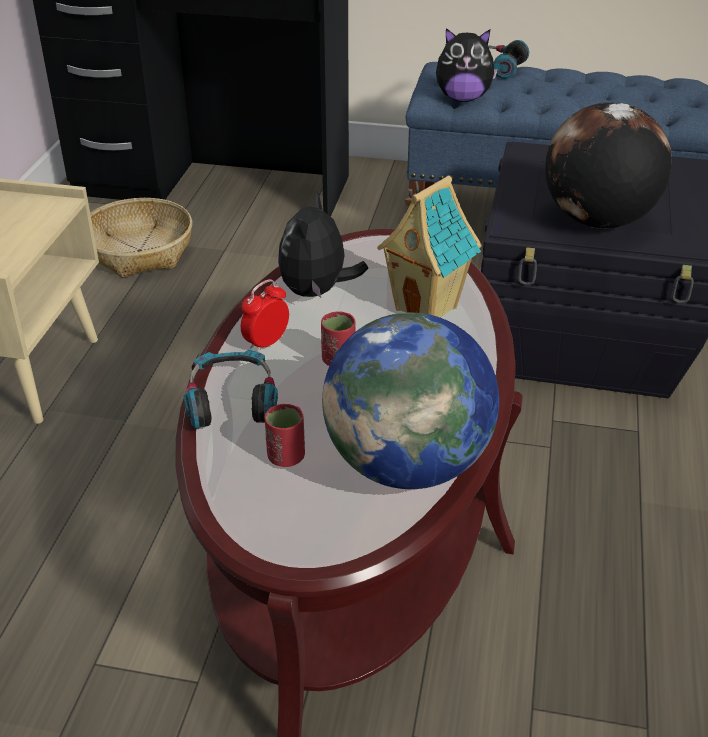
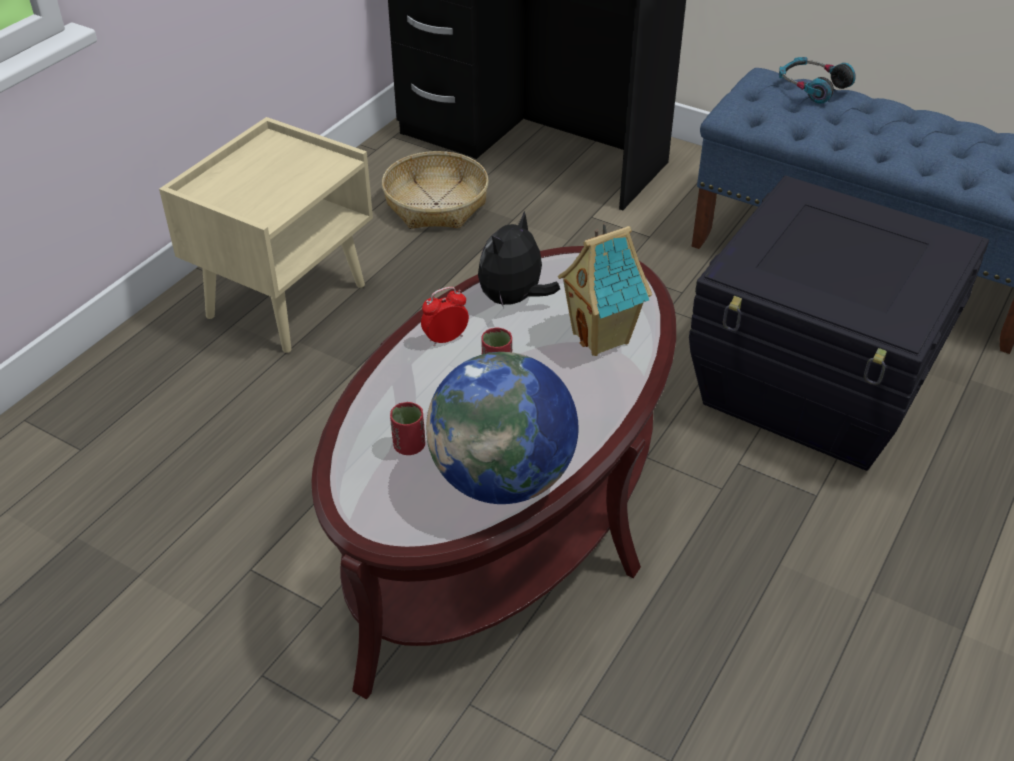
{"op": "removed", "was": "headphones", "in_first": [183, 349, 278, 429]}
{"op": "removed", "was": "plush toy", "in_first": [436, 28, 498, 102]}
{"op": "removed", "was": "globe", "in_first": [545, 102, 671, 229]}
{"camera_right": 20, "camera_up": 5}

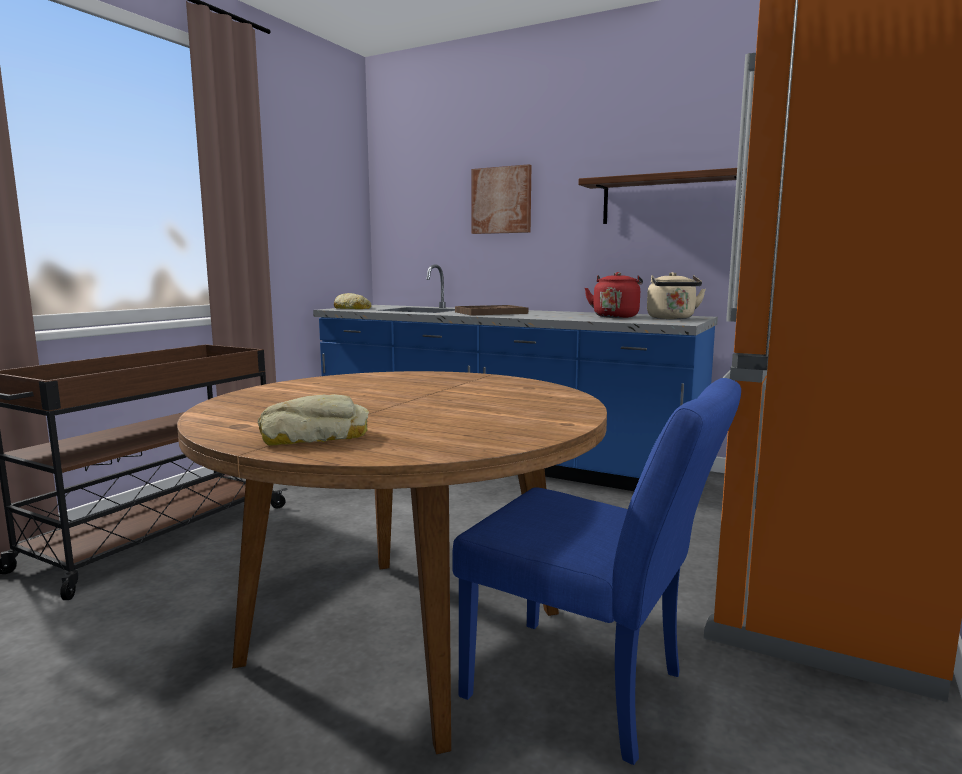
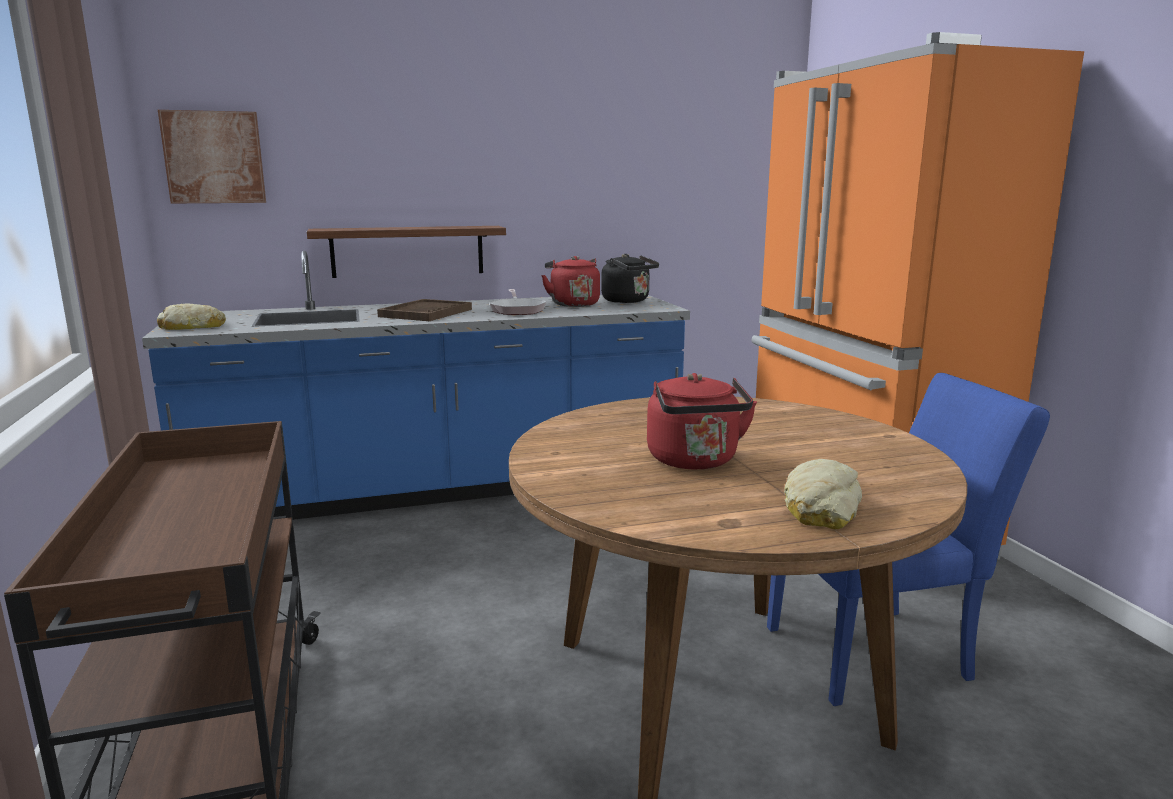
{"op": "moved", "was": "picture", "in_first": [471, 164, 531, 234], "in_second": [158, 110, 266, 203]}
{"op": "moved", "was": "shelf", "in_first": [578, 168, 743, 224], "in_second": [307, 226, 506, 278]}
{"op": "recoloured", "was": "beige kettle", "now": "black kettle", "in_first": [647, 272, 706, 319], "in_second": [601, 254, 659, 303]}
{"op": "added", "now": "frying pan", "in_second": [489, 289, 547, 315]}
{"op": "added", "now": "red kettle", "in_second": [647, 373, 757, 469]}
{"camera_right": -45, "camera_up": 5}

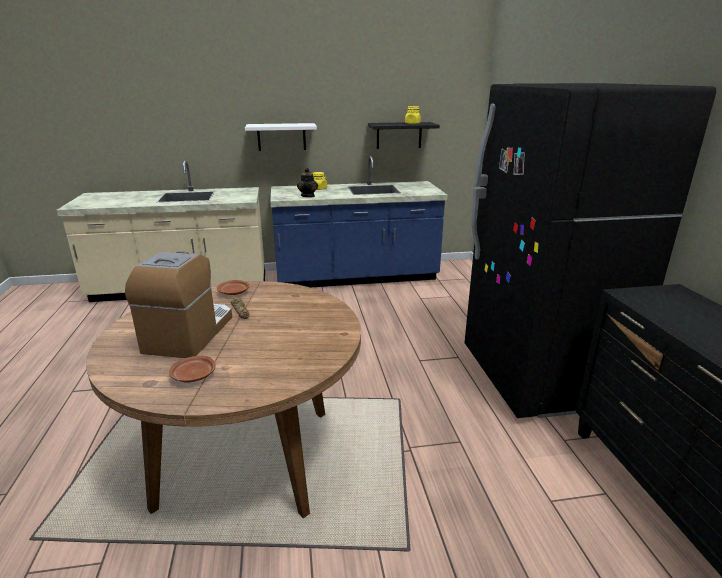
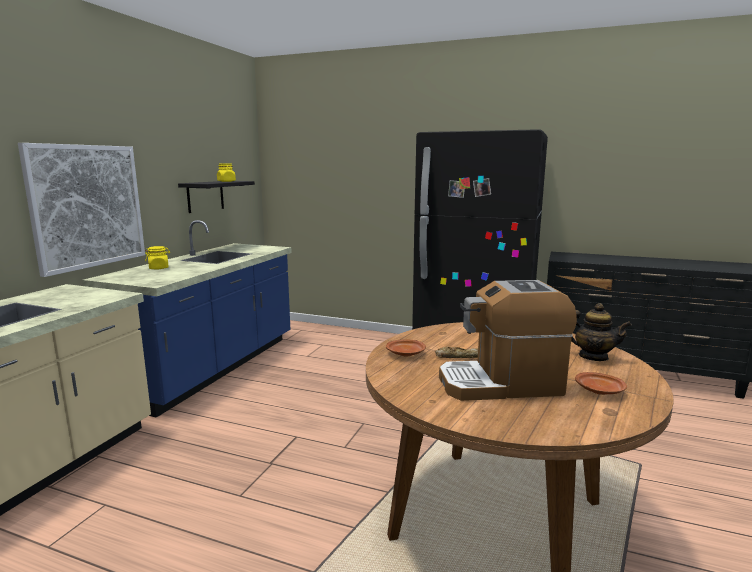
{"op": "turned", "was": "coffee machine", "in_first": [125, 251, 232, 358], "in_second": [439, 280, 577, 401], "clockwise": -45}
{"op": "replaced", "was": "white shelf", "now": "picture", "in_first": [245, 123, 317, 151], "in_second": [18, 143, 145, 277]}
{"op": "moved", "was": "teapot", "in_first": [297, 168, 318, 198], "in_second": [571, 303, 632, 361]}
{"camera_right": -60, "camera_up": -10}

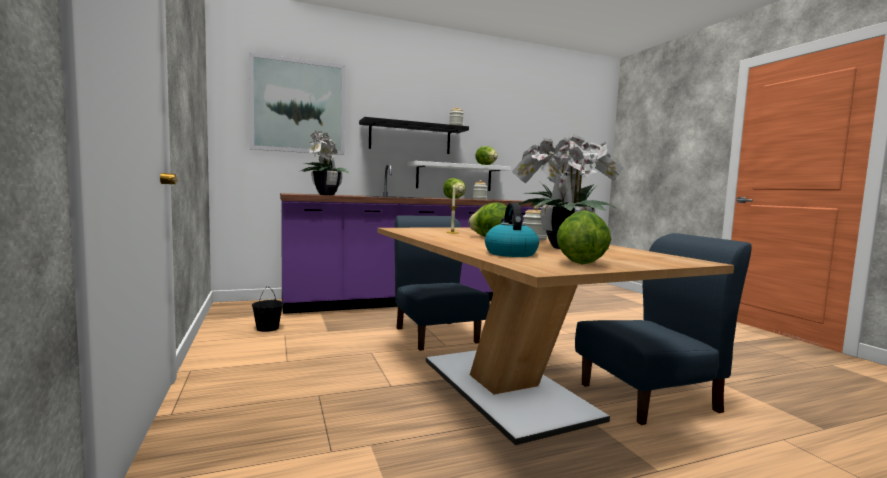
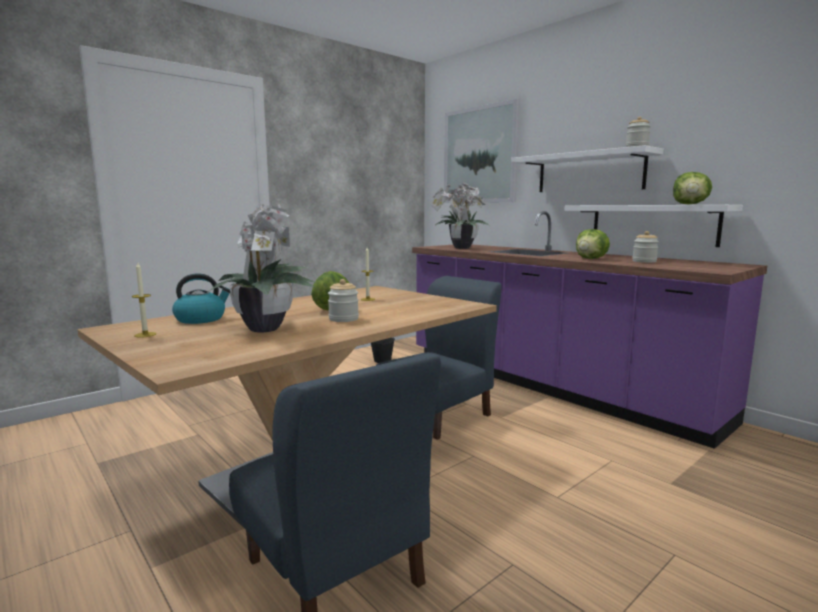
{"op": "recoloured", "was": "black shelf", "now": "white shelf", "in_first": [359, 117, 469, 154], "in_second": [511, 145, 664, 192]}
{"op": "replaced", "was": "lettuce", "now": "candle", "in_first": [556, 210, 611, 265], "in_second": [132, 263, 156, 338]}
{"camera_right": 70, "camera_up": 5}

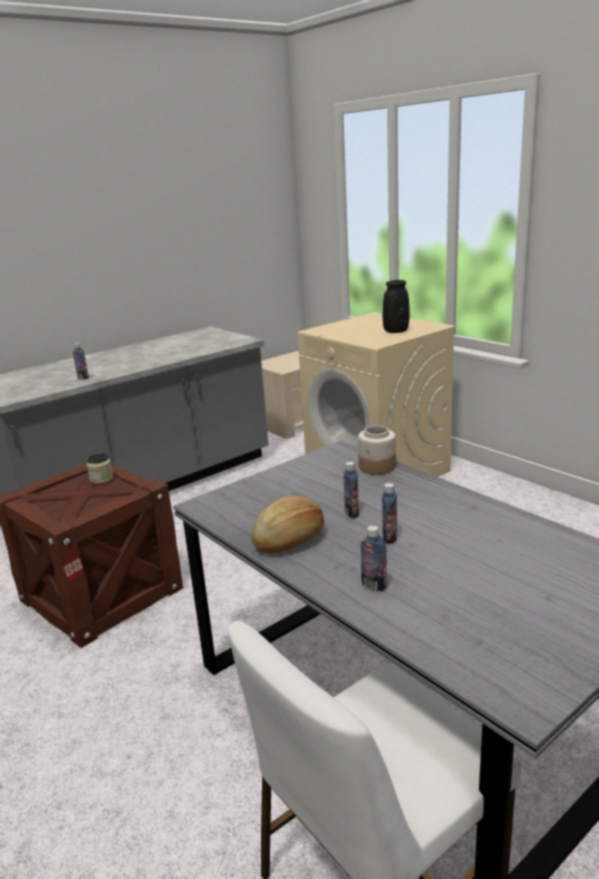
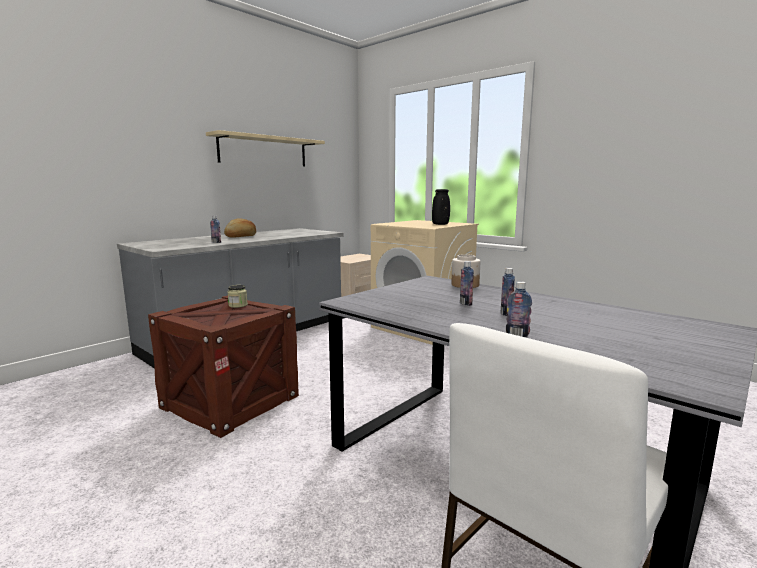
{"op": "moved", "was": "bread", "in_first": [252, 496, 324, 554], "in_second": [224, 218, 256, 238]}
{"op": "added", "now": "beige shelf", "in_second": [206, 130, 325, 166]}
{"camera_right": -10, "camera_up": -10}

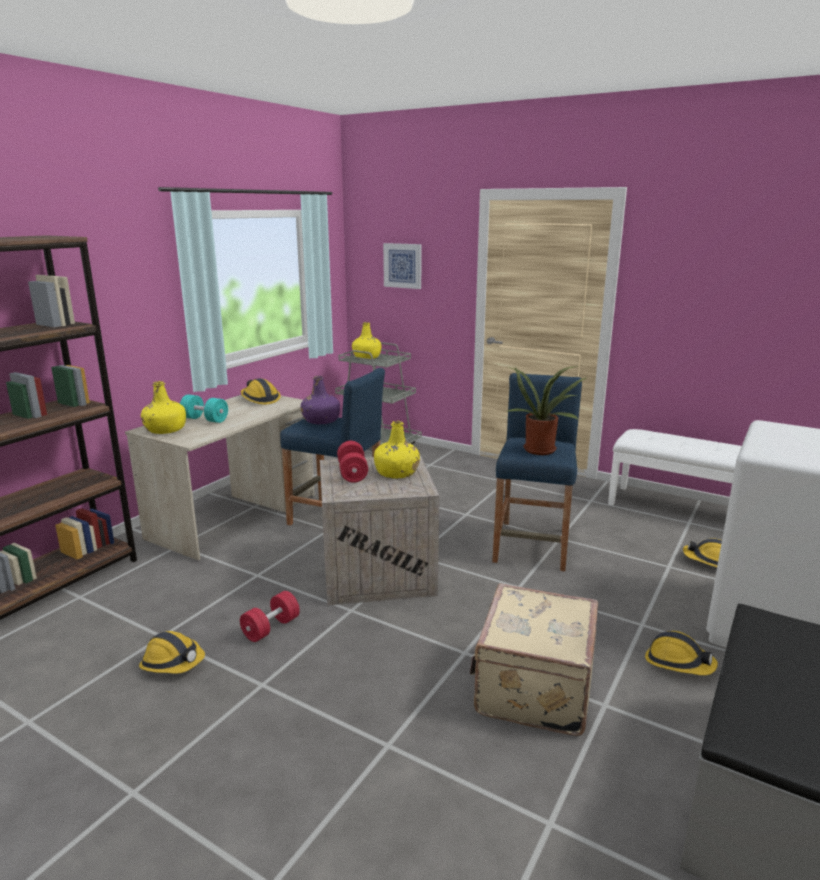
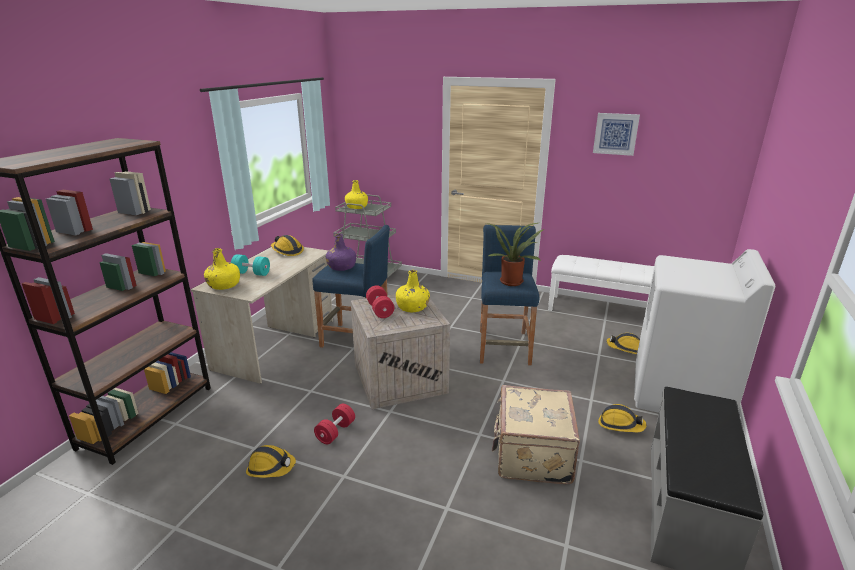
{"op": "moved", "was": "picture", "in_first": [383, 243, 422, 289], "in_second": [593, 113, 640, 156]}
{"camera_right": -10, "camera_up": 5}

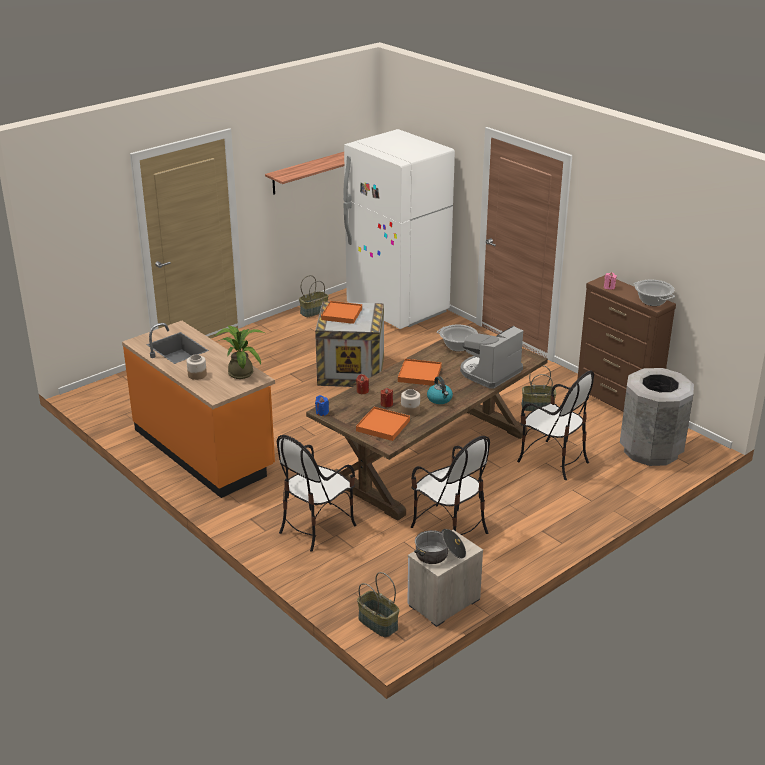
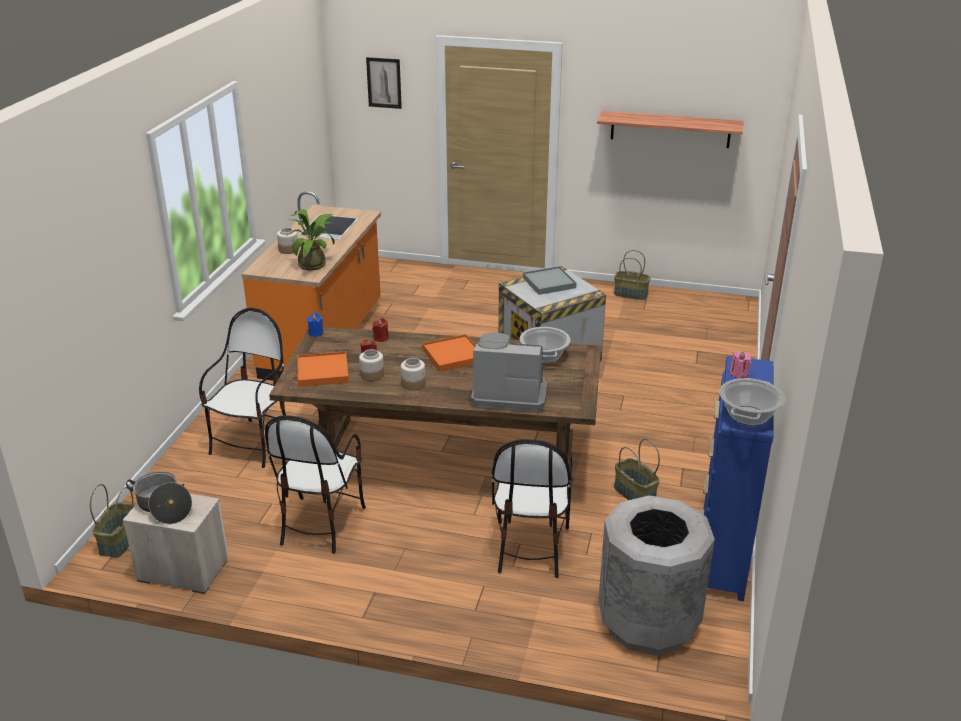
{"op": "turned", "was": "chair", "in_first": [277, 435, 356, 551], "in_second": [199, 308, 286, 468], "clockwise": 105}
{"op": "recoloured", "was": "orange tray", "now": "grey tray", "in_first": [321, 301, 362, 324], "in_second": [523, 266, 577, 295]}
{"op": "removed", "was": "white fridge", "in_first": [343, 129, 455, 329]}
{"op": "replaced", "was": "kettle", "now": "jar", "in_first": [427, 376, 453, 404], "in_second": [401, 358, 426, 390]}
{"op": "recoloured", "was": "brown dresser", "now": "blue dresser", "in_first": [577, 275, 676, 412], "in_second": [700, 356, 773, 601]}
{"op": "added", "now": "picture", "in_second": [366, 57, 402, 109]}
{"camera_right": 55, "camera_up": 0}

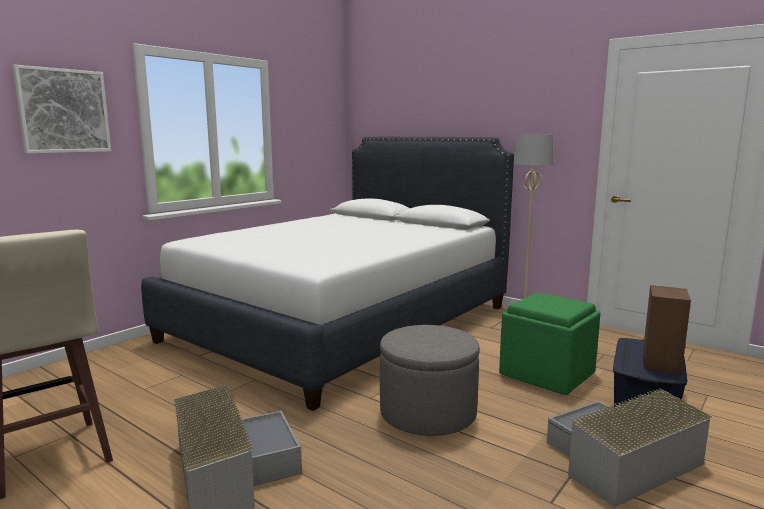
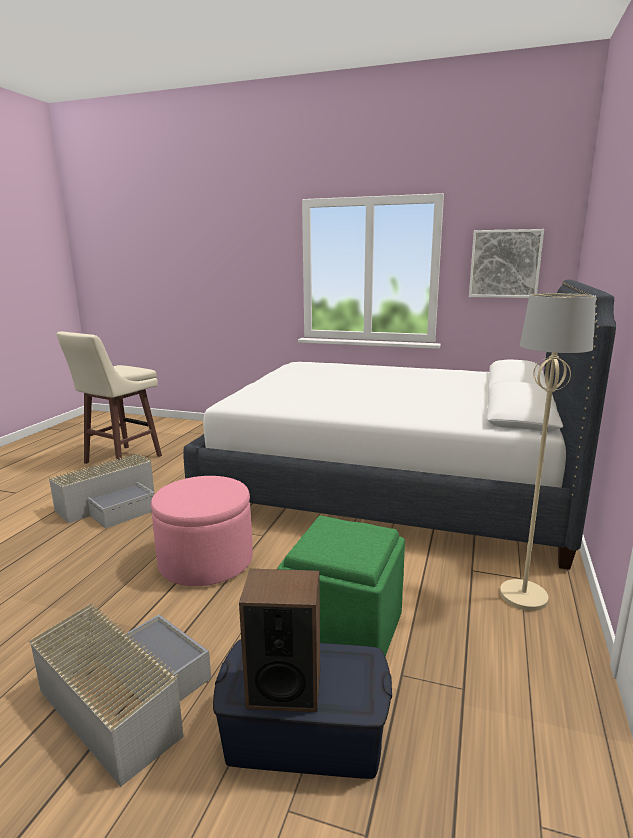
{"op": "moved", "was": "picture", "in_first": [12, 65, 111, 154], "in_second": [469, 229, 544, 298]}
{"op": "recoloured", "was": "grey ottoman", "now": "pink ottoman", "in_first": [380, 325, 480, 436], "in_second": [151, 476, 253, 586]}
{"camera_right": 70, "camera_up": 5}

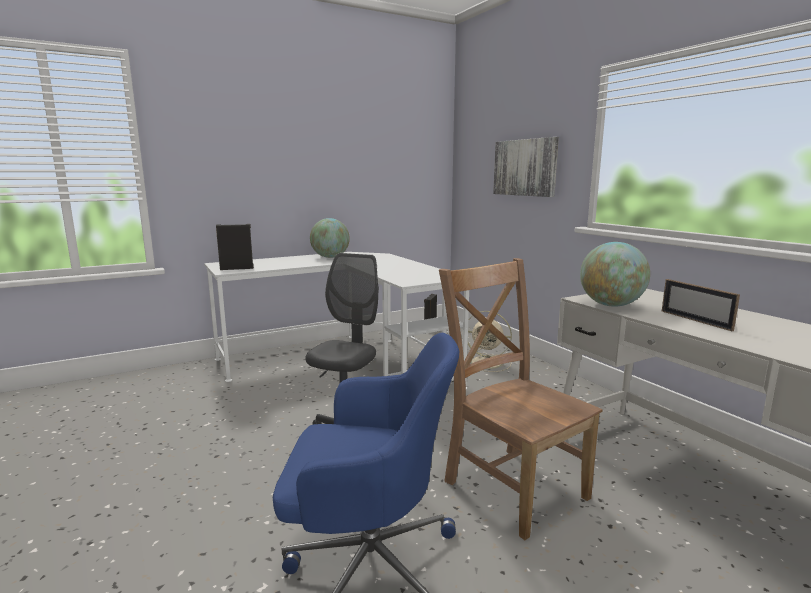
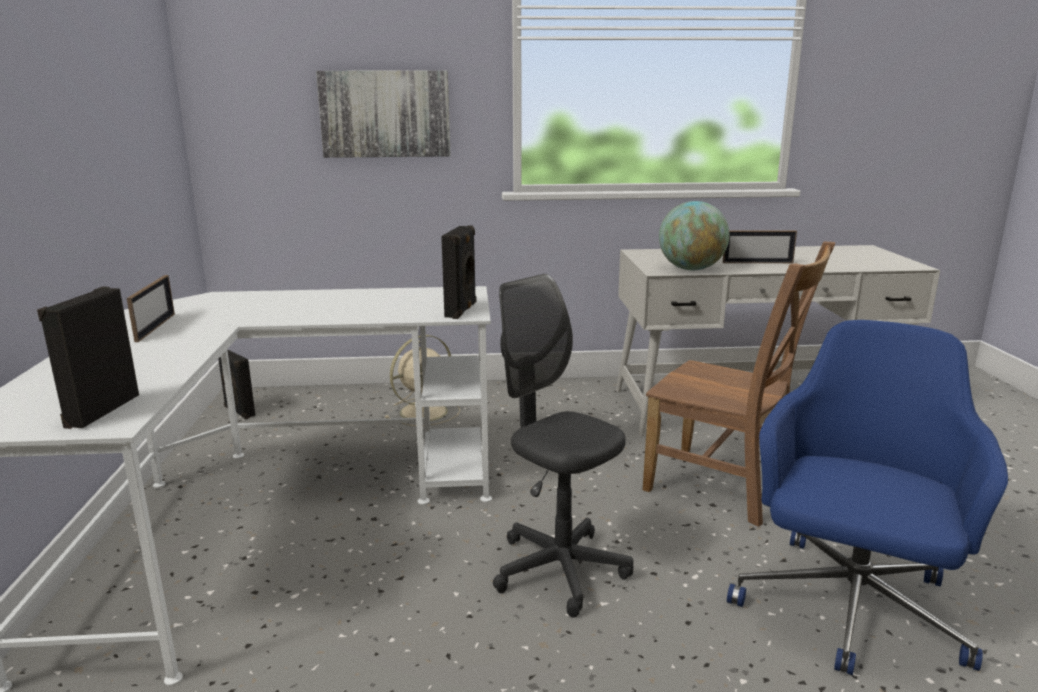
{"op": "replaced", "was": "globe", "now": "picture frame", "in_first": [310, 218, 350, 258], "in_second": [127, 275, 175, 342]}
{"op": "turned", "was": "brown chair", "in_first": [439, 258, 603, 540], "in_second": [643, 242, 835, 527], "clockwise": -135}
{"op": "added", "now": "black speaker", "in_second": [441, 225, 476, 319]}
{"camera_right": -65, "camera_up": 5}

